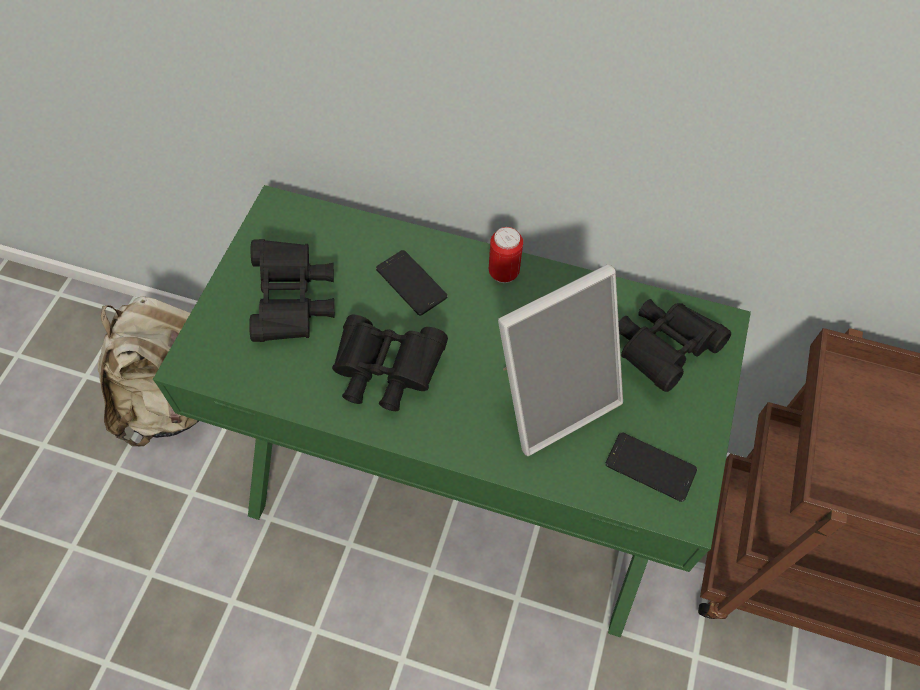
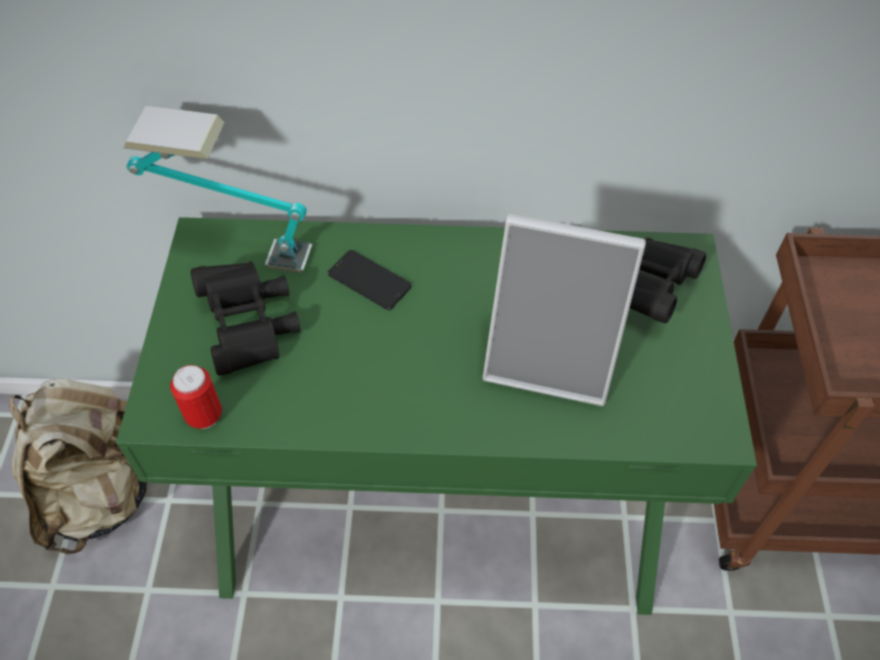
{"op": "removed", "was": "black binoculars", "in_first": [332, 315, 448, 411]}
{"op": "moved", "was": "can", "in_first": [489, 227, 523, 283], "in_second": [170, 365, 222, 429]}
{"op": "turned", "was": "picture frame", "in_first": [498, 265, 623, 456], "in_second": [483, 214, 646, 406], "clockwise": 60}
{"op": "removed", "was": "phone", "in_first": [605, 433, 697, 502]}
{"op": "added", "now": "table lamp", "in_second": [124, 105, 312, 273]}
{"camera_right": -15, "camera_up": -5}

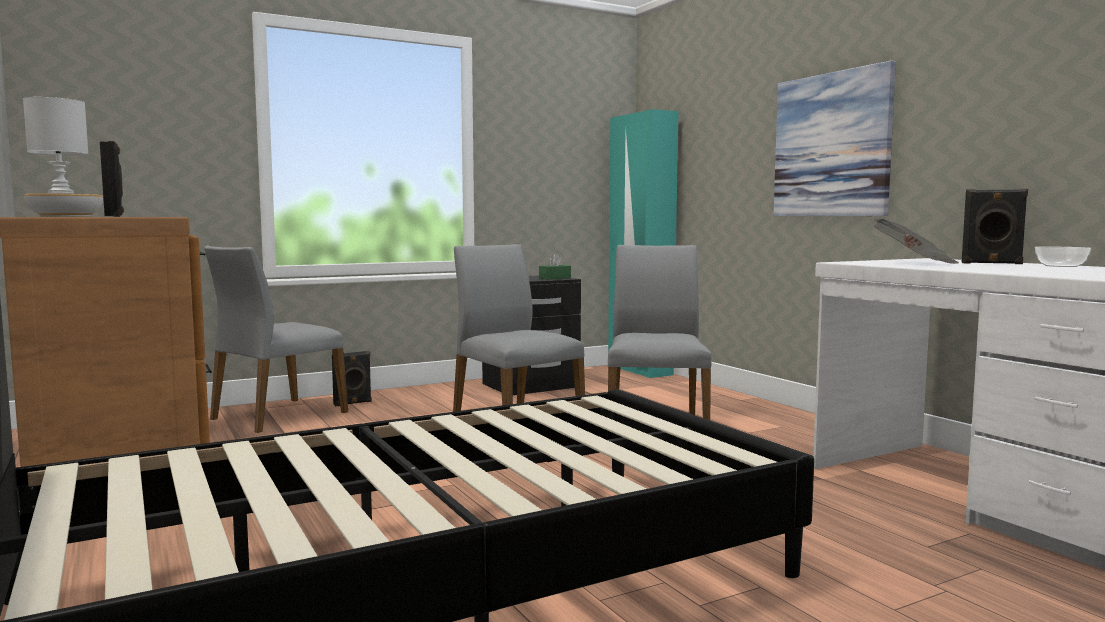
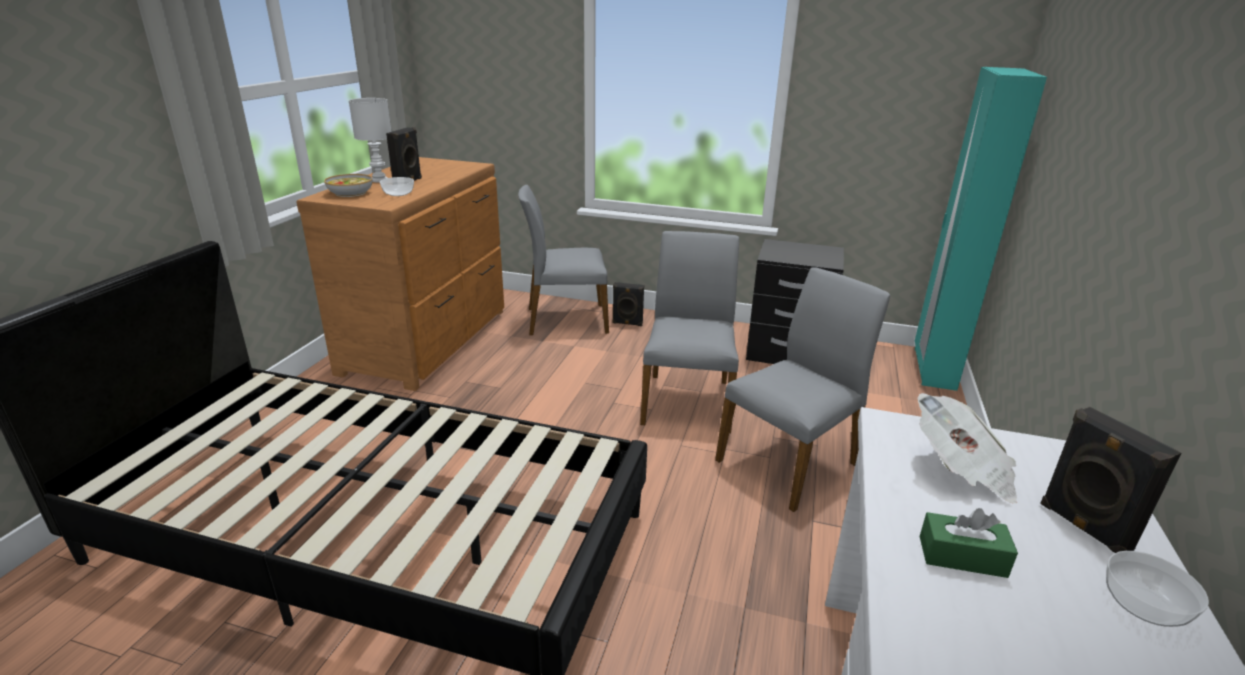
{"op": "moved", "was": "green tissue box", "in_first": [539, 254, 571, 279], "in_second": [920, 508, 1018, 578]}
{"op": "removed", "was": "picture", "in_first": [774, 60, 896, 216]}
{"op": "added", "now": "bowl", "in_second": [380, 177, 414, 196]}
{"camera_right": 45, "camera_up": 20}

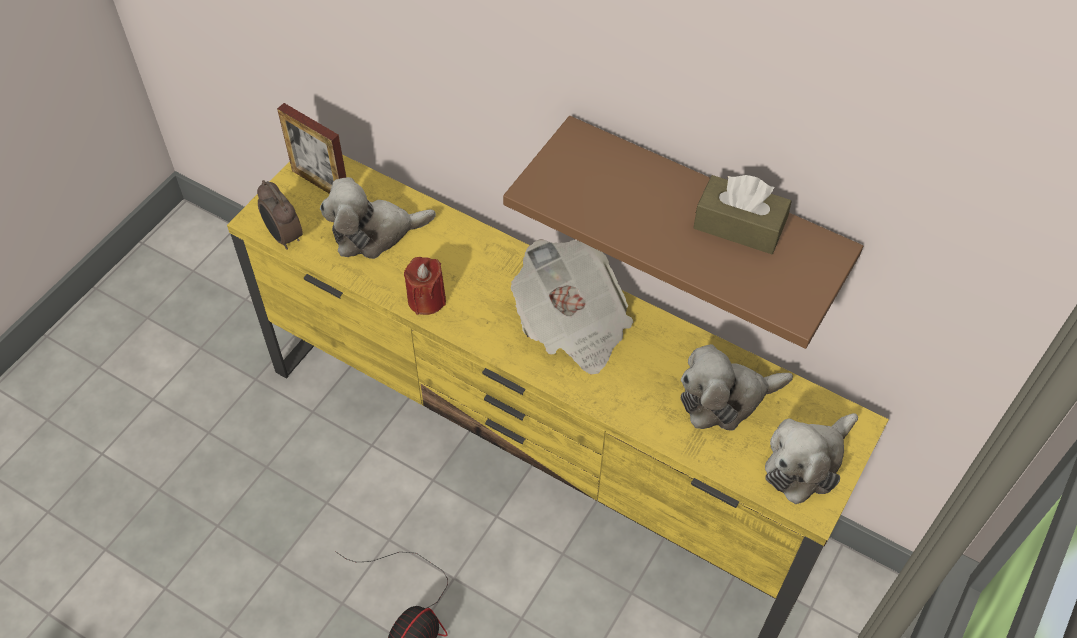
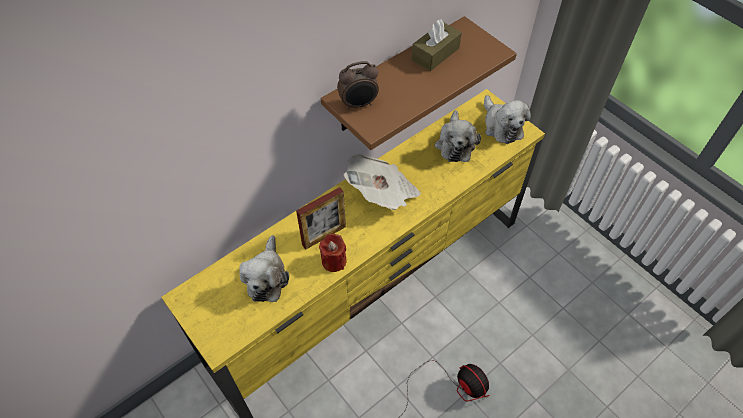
{"op": "moved", "was": "alarm clock", "in_first": [257, 180, 303, 250], "in_second": [337, 61, 379, 110]}
{"op": "moved", "was": "picture frame", "in_first": [277, 103, 346, 194], "in_second": [296, 187, 346, 250]}
{"camera_right": -70, "camera_up": 0}

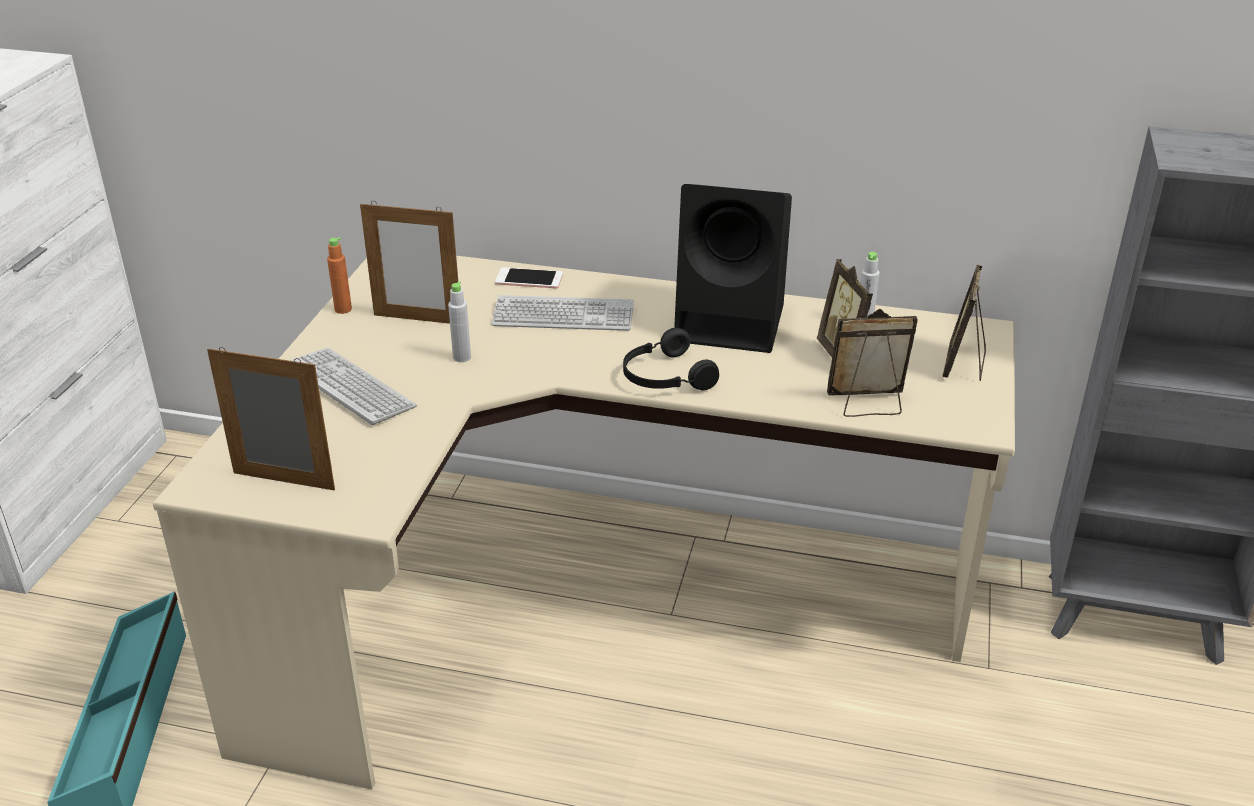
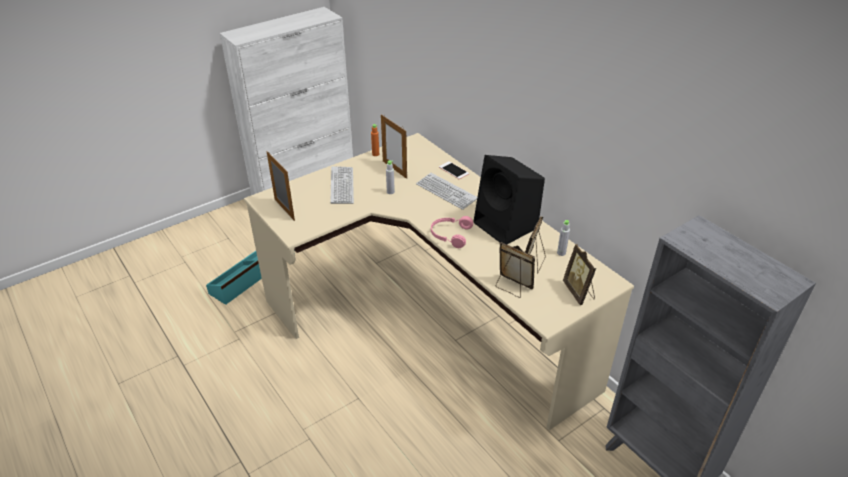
{"op": "recoloured", "was": "black headphones", "now": "pink headphones", "in_first": [623, 328, 719, 390], "in_second": [431, 216, 473, 248]}
{"op": "turned", "was": "picture frame", "in_first": [942, 265, 986, 381], "in_second": [563, 244, 596, 305], "clockwise": -75}
{"camera_right": 40, "camera_up": 5}

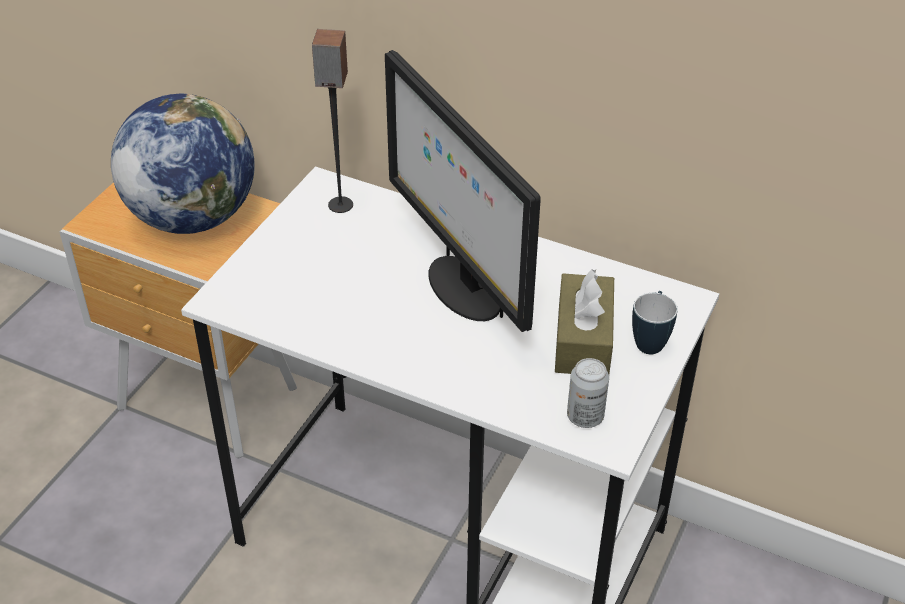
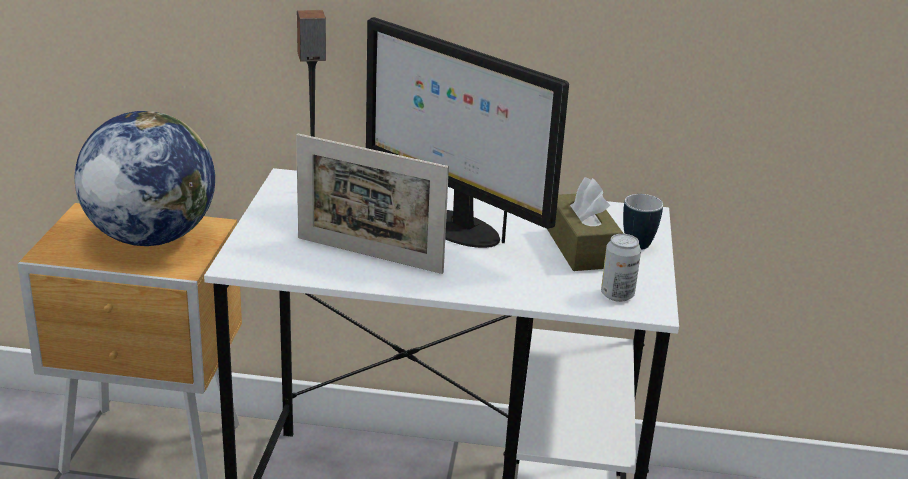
{"op": "added", "now": "picture frame", "in_second": [296, 134, 449, 274]}
{"camera_right": -20, "camera_up": -15}

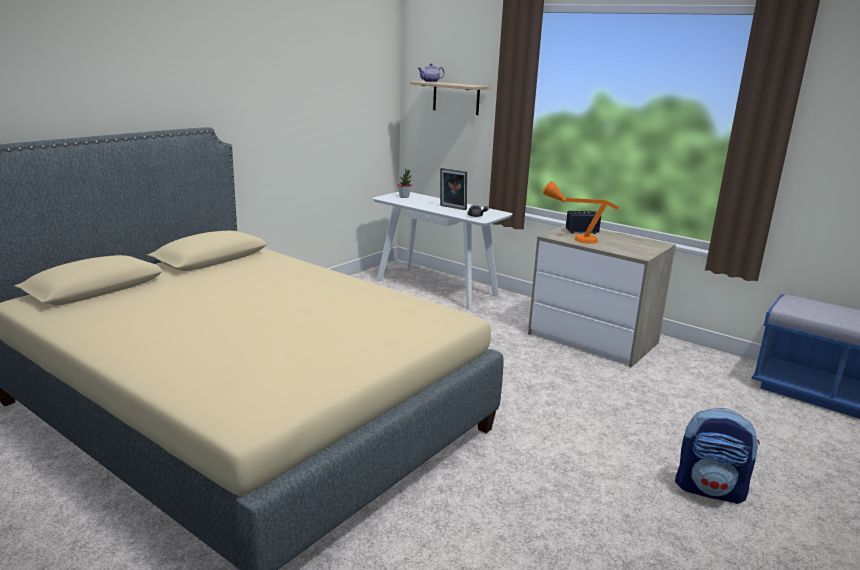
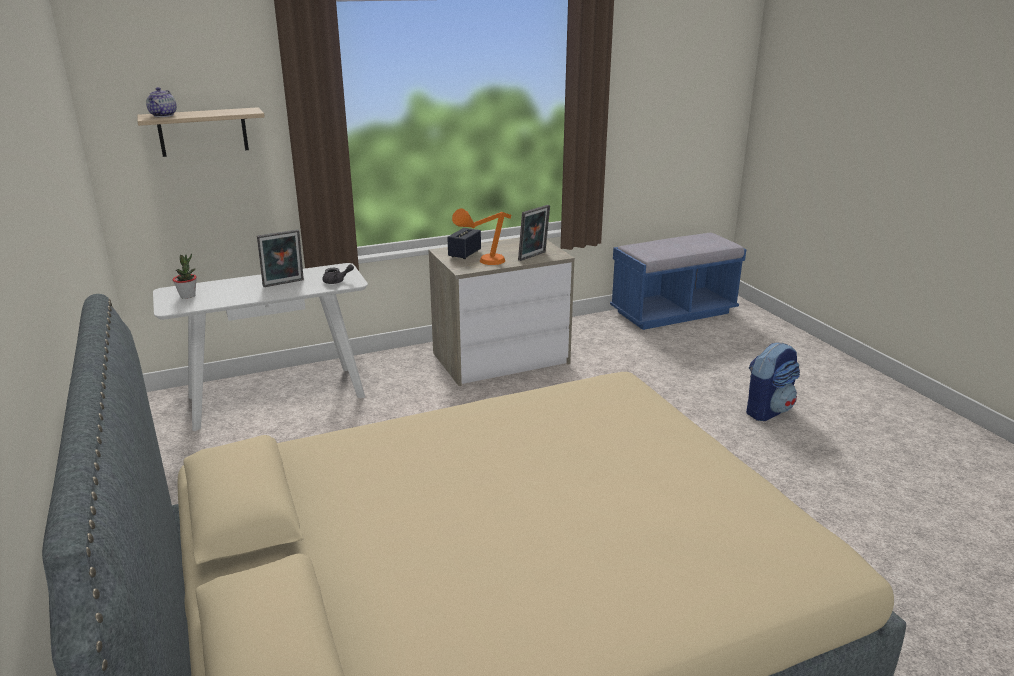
{"op": "added", "now": "picture frame", "in_second": [518, 205, 550, 261]}
{"camera_right": -60, "camera_up": 5}

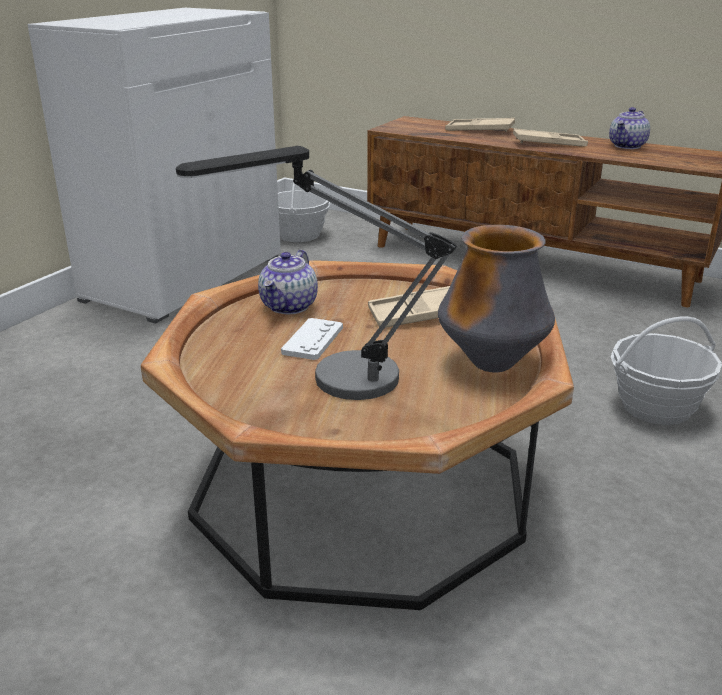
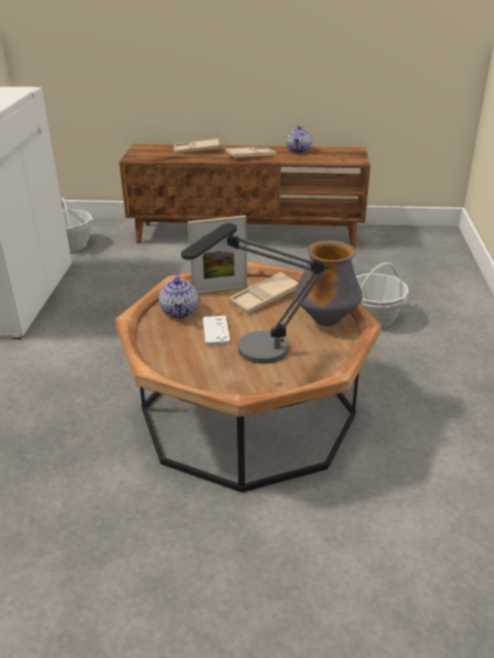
{"op": "added", "now": "picture frame", "in_second": [188, 215, 247, 295]}
{"camera_right": -25, "camera_up": 5}

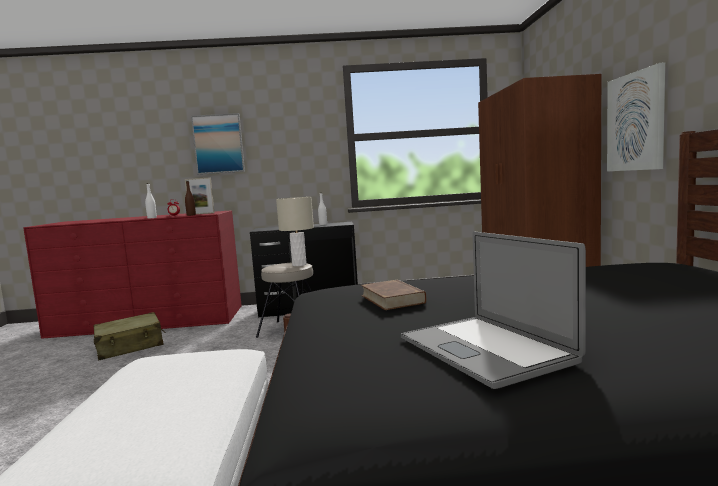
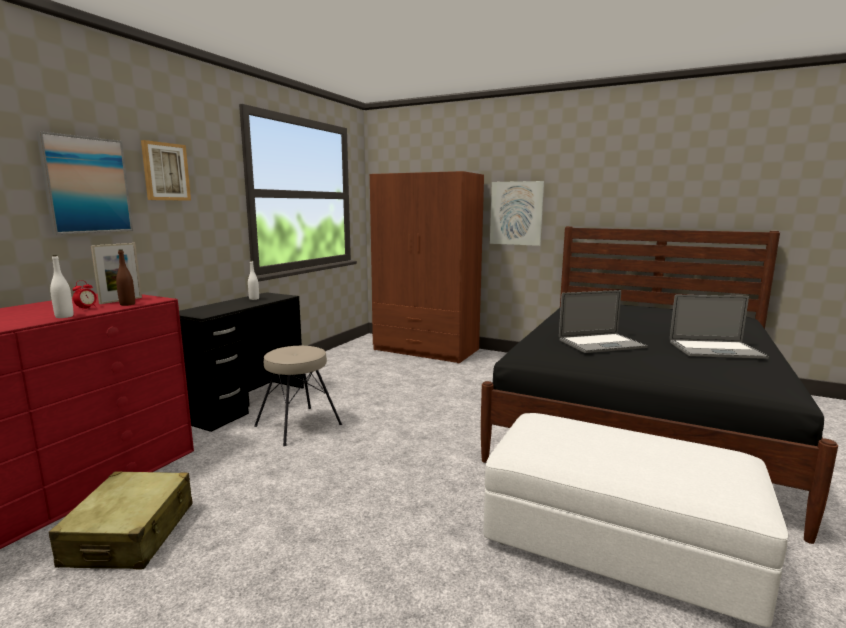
{"op": "removed", "was": "beige table lamp", "in_first": [276, 197, 314, 266]}
{"op": "replaced", "was": "brown book", "now": "laptop", "in_first": [361, 280, 426, 310], "in_second": [559, 290, 648, 353]}
{"op": "added", "now": "picture", "in_second": [141, 140, 191, 201]}
{"camera_right": -60, "camera_up": 5}

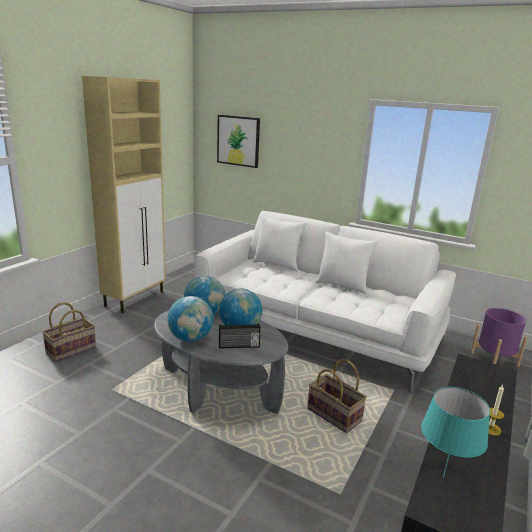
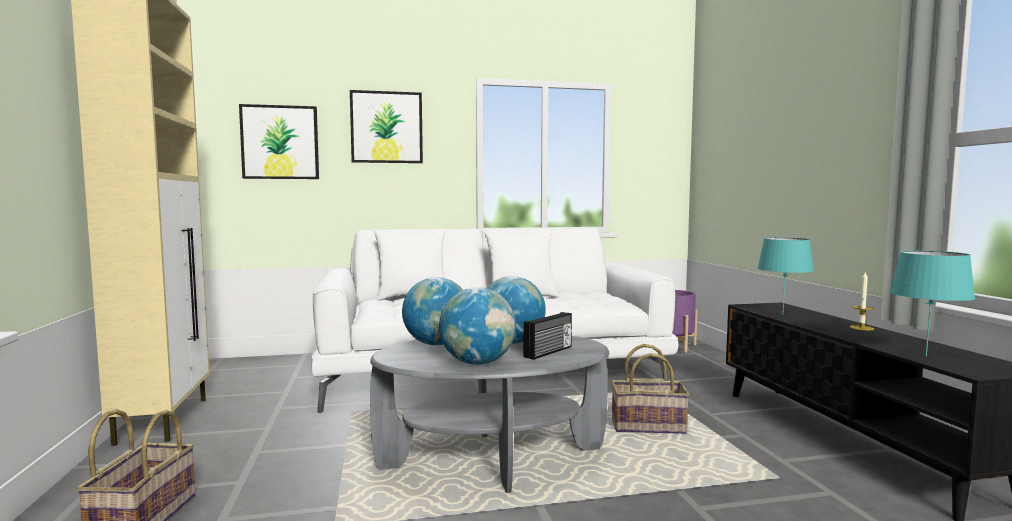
{"op": "added", "now": "picture", "in_second": [350, 90, 423, 163]}
{"op": "added", "now": "turquoise table lamp", "in_second": [758, 237, 814, 315]}
{"camera_right": -40, "camera_up": -15}

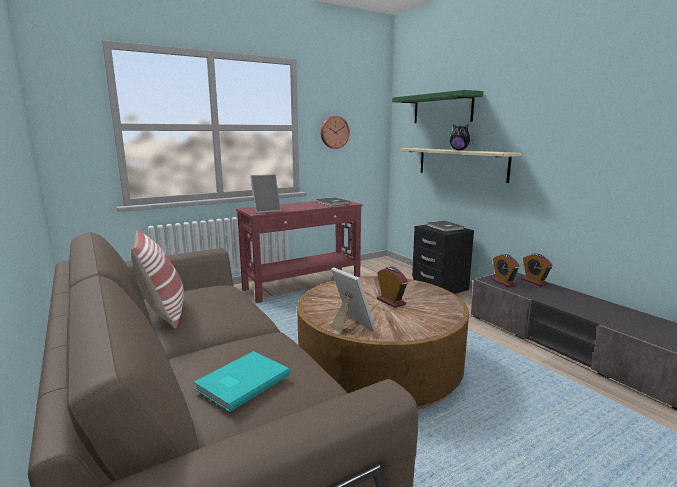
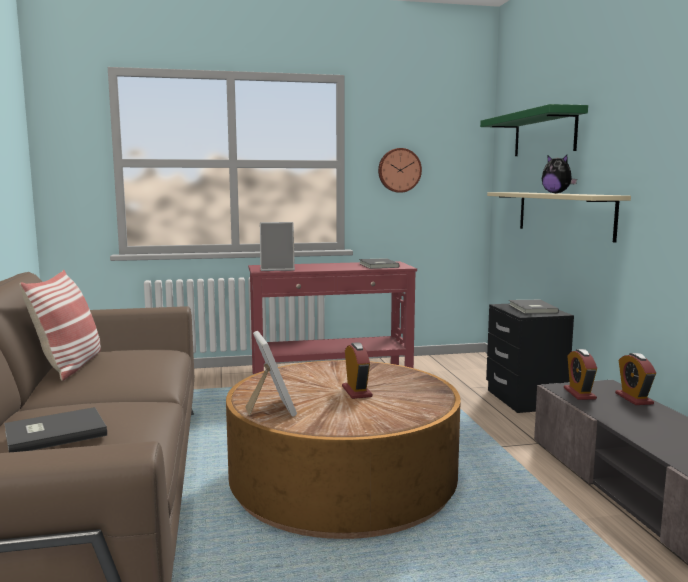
{"op": "recoloured", "was": "turquoise book", "now": "grey book", "in_first": [193, 351, 290, 412], "in_second": [4, 407, 107, 452]}
{"camera_right": 20, "camera_up": -5}

